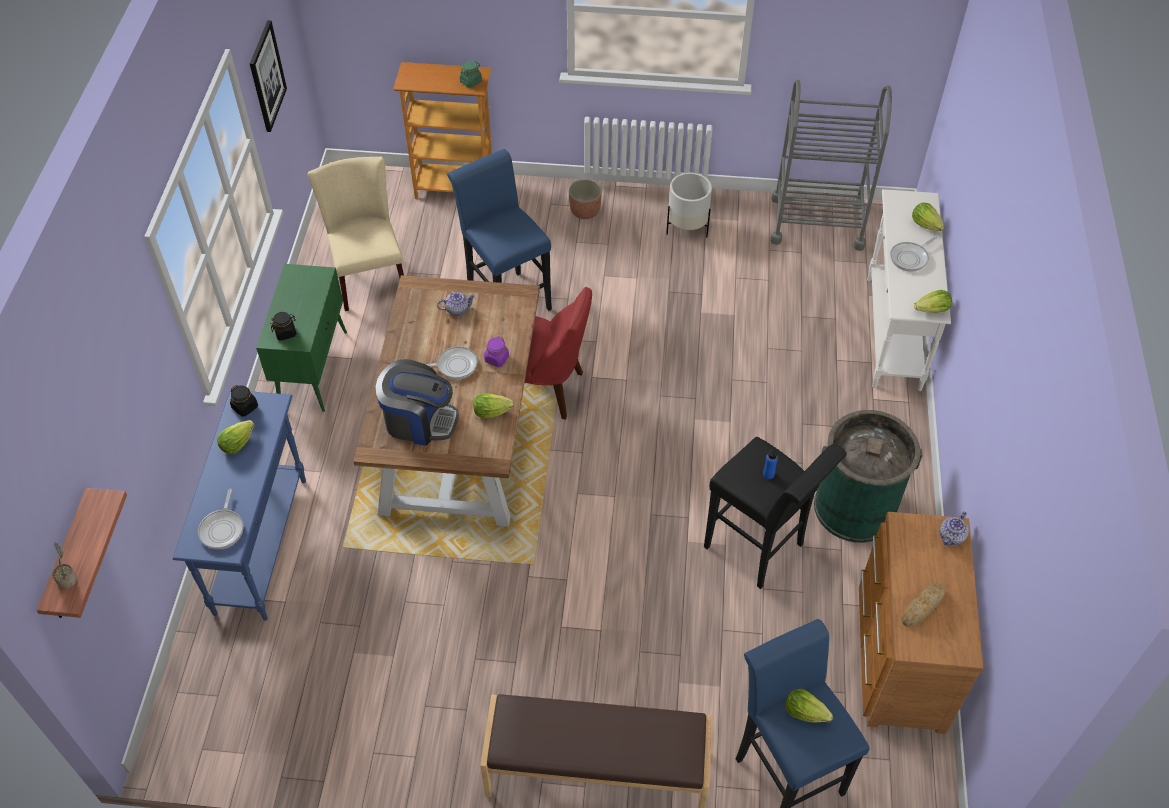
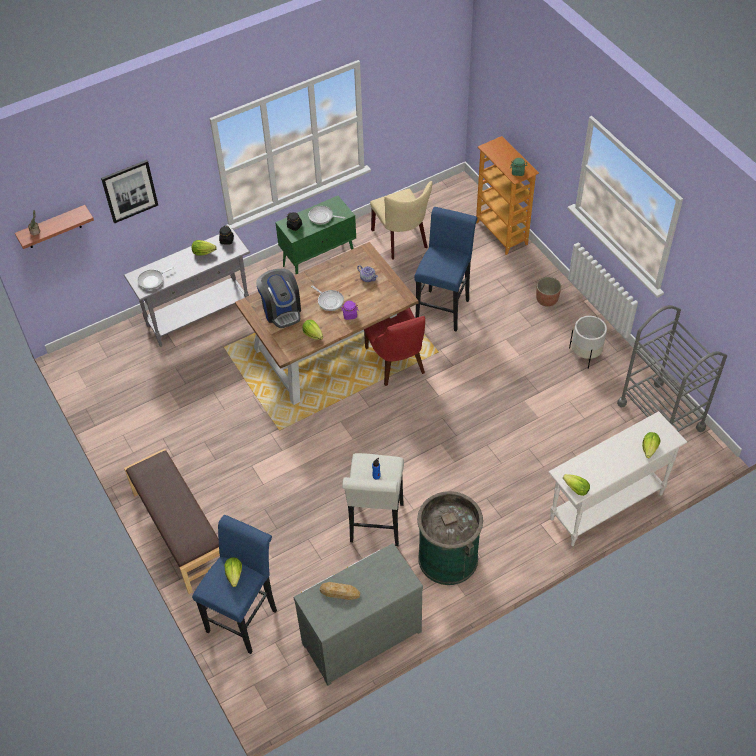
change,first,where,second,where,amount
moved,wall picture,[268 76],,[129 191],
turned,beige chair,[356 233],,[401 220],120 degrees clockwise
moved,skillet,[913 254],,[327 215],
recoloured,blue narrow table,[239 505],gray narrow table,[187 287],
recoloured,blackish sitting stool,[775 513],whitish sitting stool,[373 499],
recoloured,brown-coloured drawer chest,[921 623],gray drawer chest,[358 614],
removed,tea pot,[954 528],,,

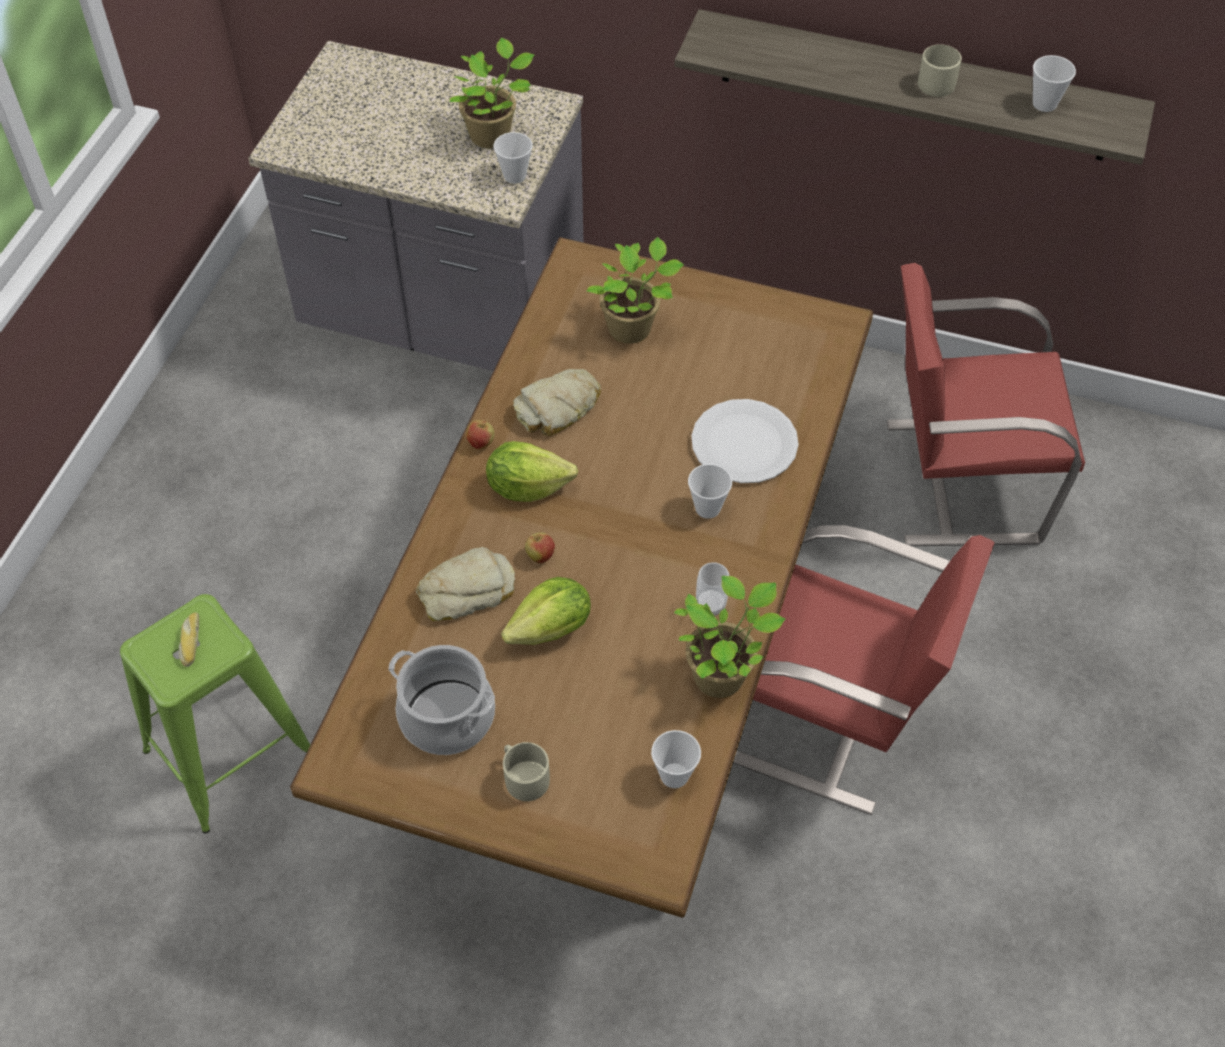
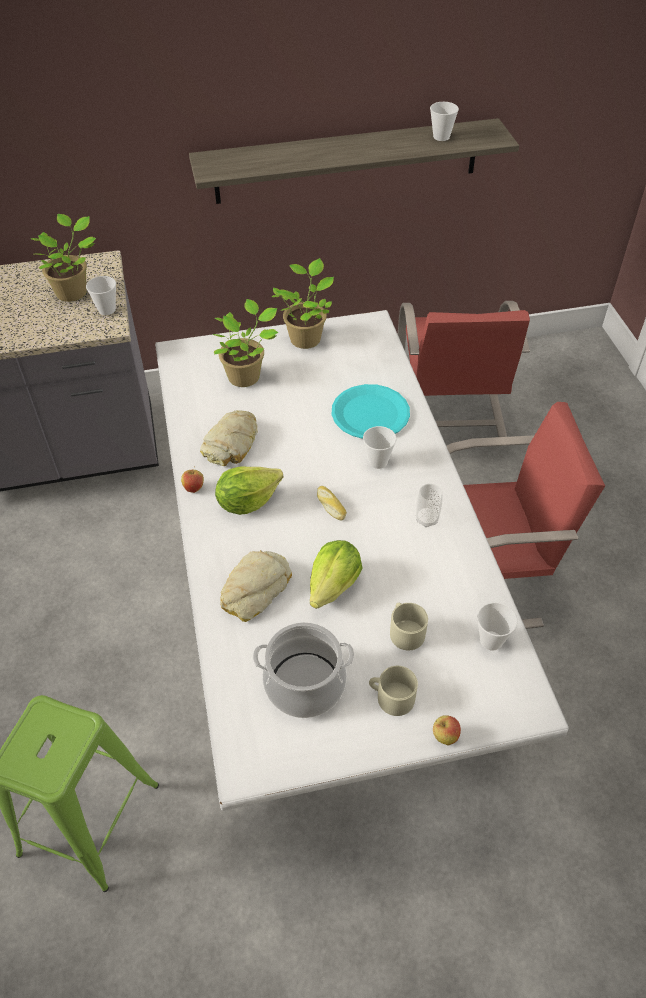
change,first,where,second,where,amount
moved,beige mug,[940 70],,[409 626],
recoloured,brown-coloured kitchen table,[581 577],whitish kitchen table,[362 560],
turned,red-coloured chair,[986 404],,[464 369],60 degrees counterclockwise
recoloured,whitish plate,[745 441],blue-green plate,[371 411],
moved,apple,[540 547],,[447 730],
moved,plant in a pot,[730 637],,[303 303],
moved,bakery bread,[189 639],,[332 503],

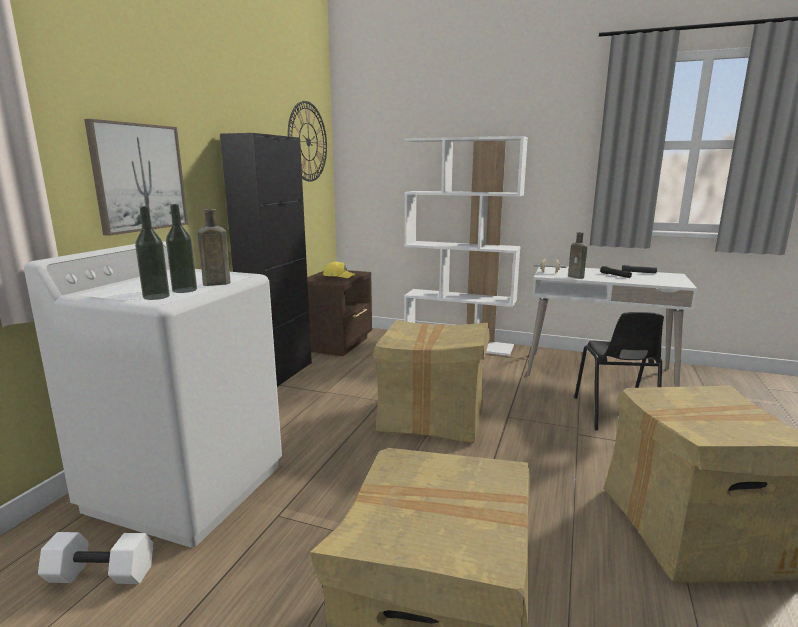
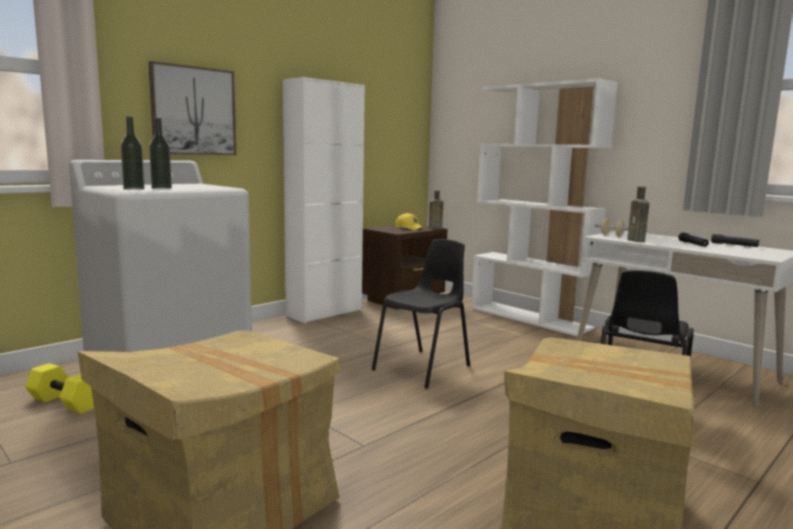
change,first,where,second,where,amount
removed,clock on the wall,[307 141],,,
recoloured,blackish storage cabinet,[266 260],whitish storage cabinet,[324 200],
moved,brown-coloured drink bottle,[213 247],,[436 209],
replaced,packing box,[431 381],blackish chair,[421 314],
recoloured,whitish hand weight,[95 558],yellowish hand weight,[59 388],

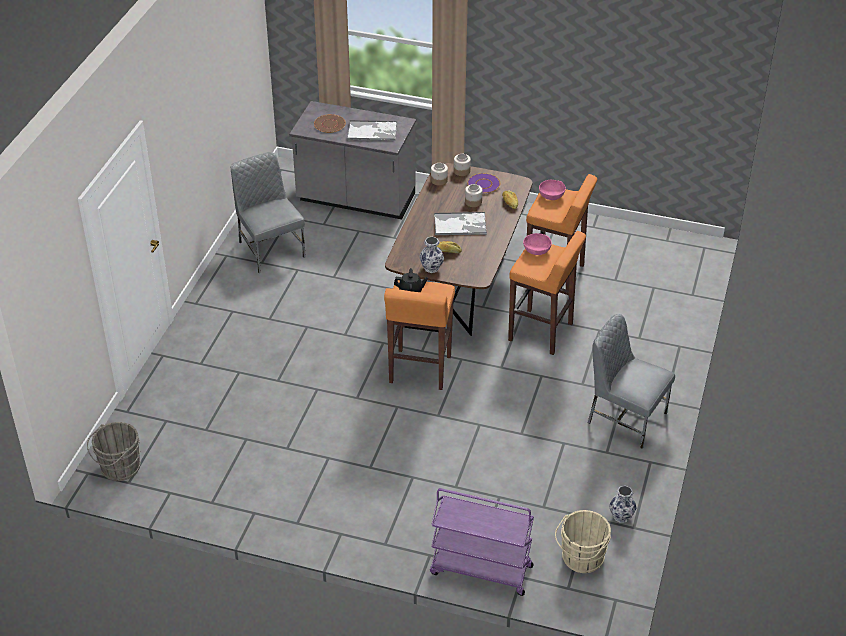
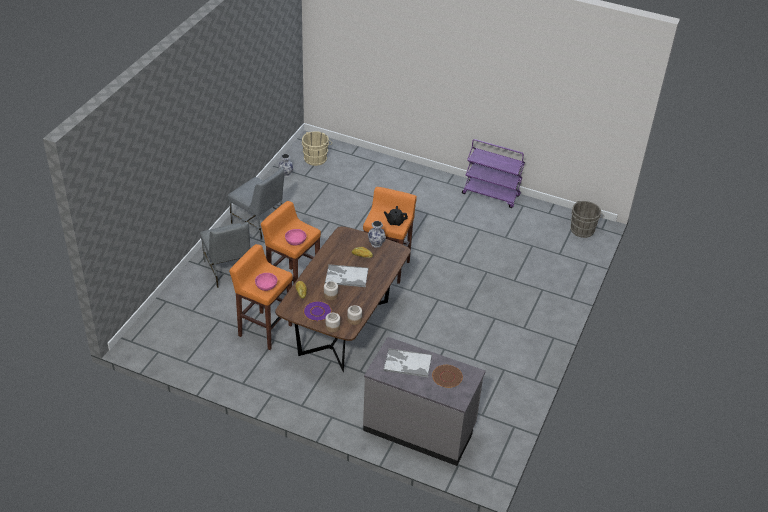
change,first,where,second,where,amount
moved,gray chair,[268 212],,[225 255],
moved,purplish cart,[482 542],,[493 173],

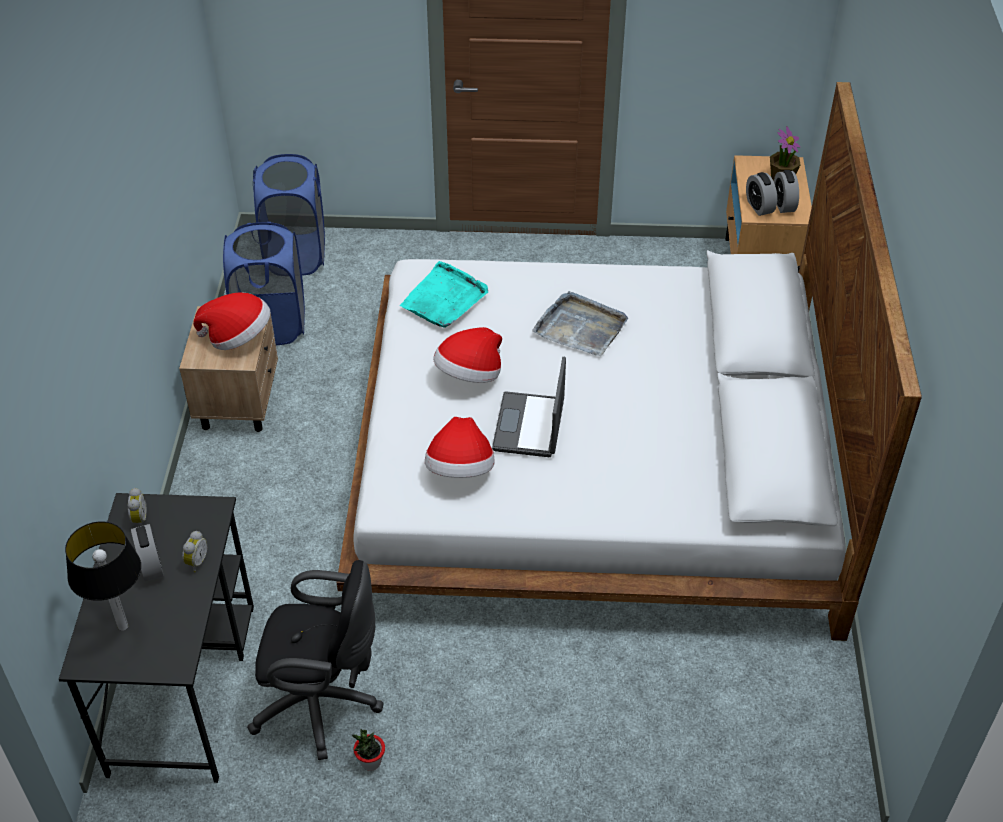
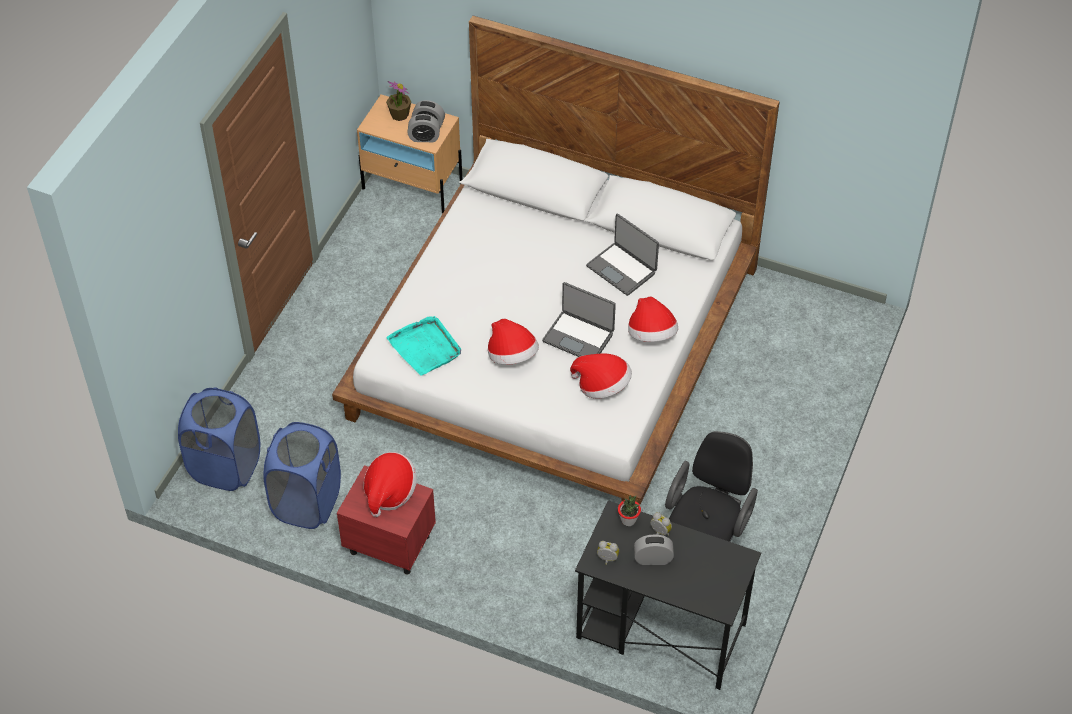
change,first,where,second,where,amount
removed,gray carrying tray,[580 323],,,
recoloured,beige night table,[228 369],red-coloured night table,[386 520],
removed,tabletop lamp,[103 576],,,
moved,plant in a pot,[368 750],,[629 510],
added,,,laptop,[622 254],
added,,,clothing hat,[653 319],

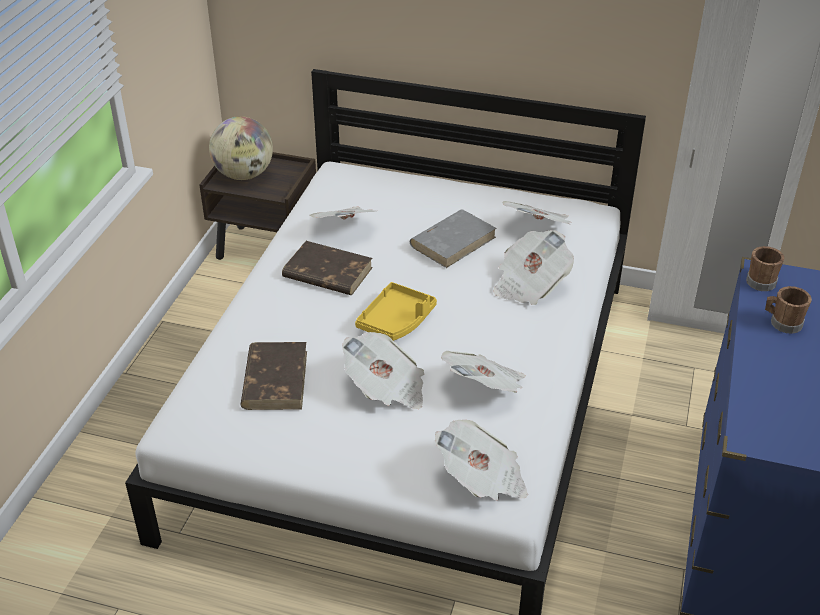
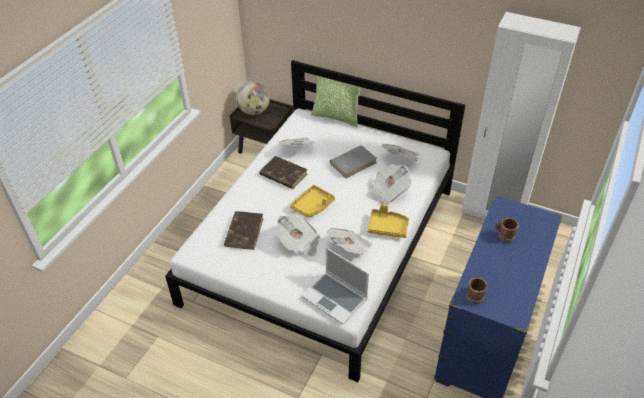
change,first,where,second,where,amount
moved,brown-coloured mug,[765 268],,[477 291],
replaced,daily paper,[481 460],laptop,[335 286],
added,,,throw pillow,[336 101],
added,,,yellowish carrying tray,[388 221],

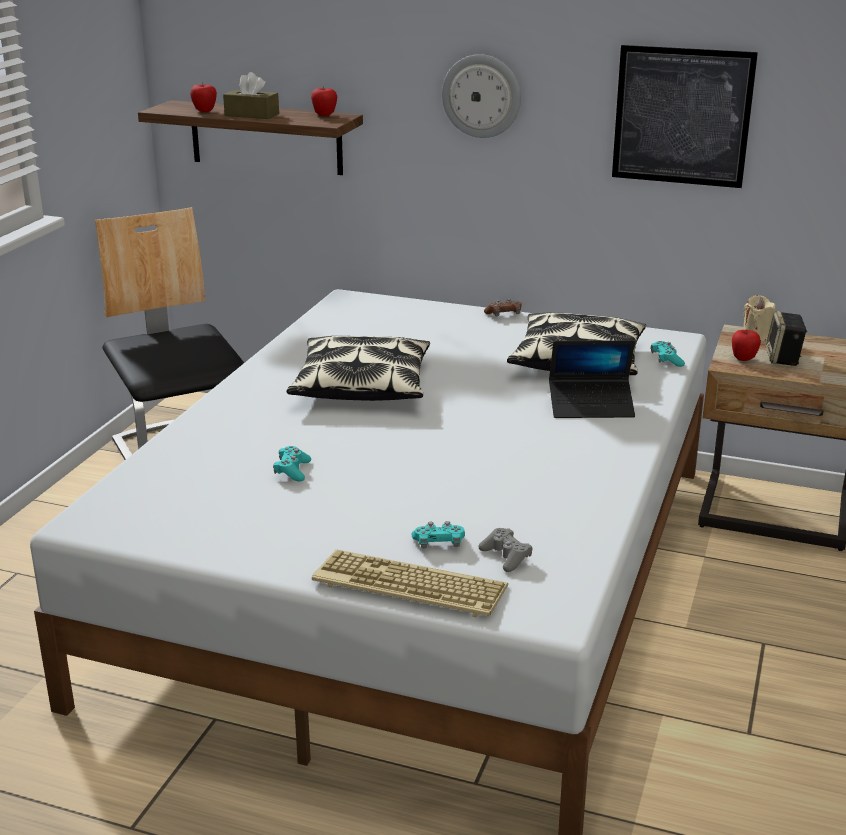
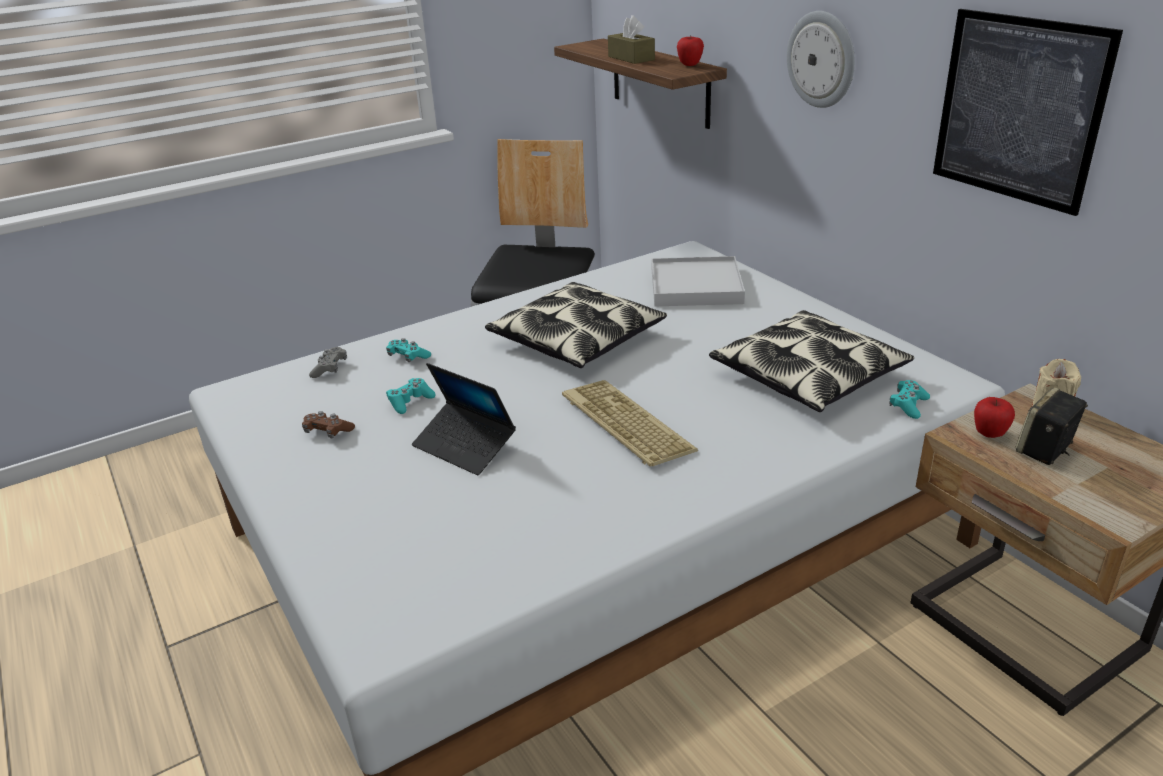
change,first,where,second,where,amount
removed,apple,[203 98],,,
moved,brown-coloured game controller,[503 307],,[328 424],
moved,laptop,[592 379],,[464 419],
moved,blue-green game controller,[438 534],,[408 350],
moved,gray game controller,[505 550],,[328 362],
moved,PC keyboard,[410 583],,[630 423],
added,,,whitish carrying tray,[698 281],

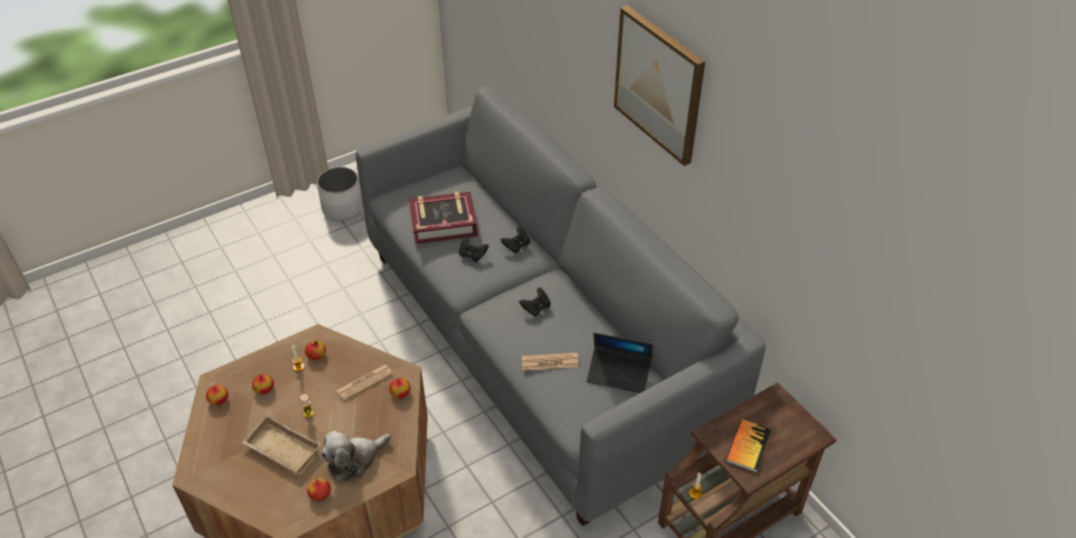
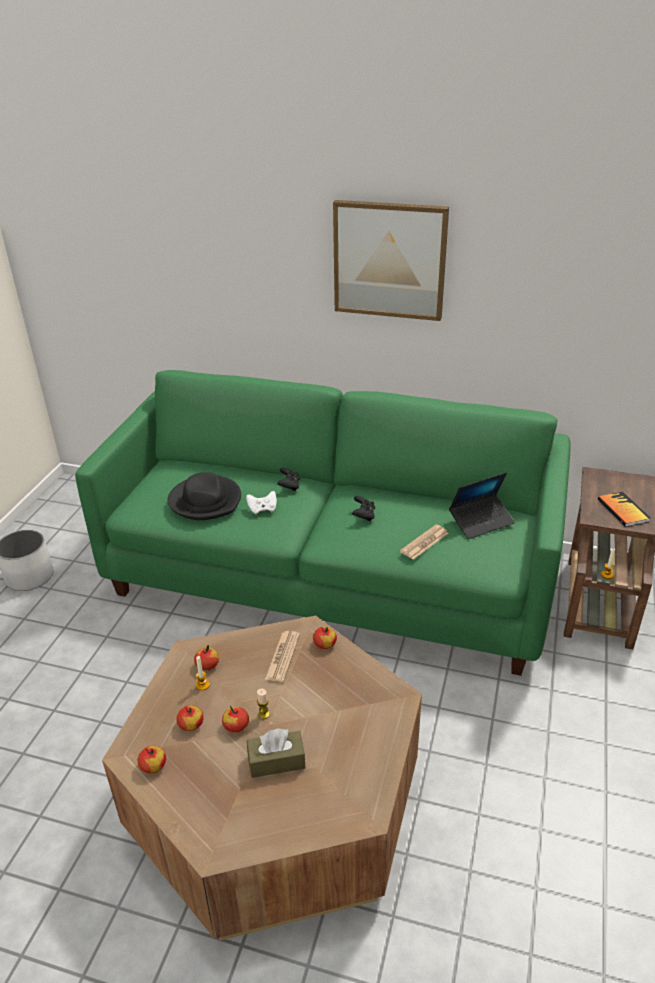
change,first,where,second,where,amount
recoloured,gray settee,[561 306],green settee,[322 523],
replaced,volume,[443 217],blackish clothing hat,[204 496],
recoloured,blackish game controller,[474 249],whitish game controller,[261 503],
replaced,beige carrying tray,[281 444],brown-coloured box of tissues,[276 753],
removed,plush toy,[356 456],,,
moved,apple,[319 489],,[235 719],

